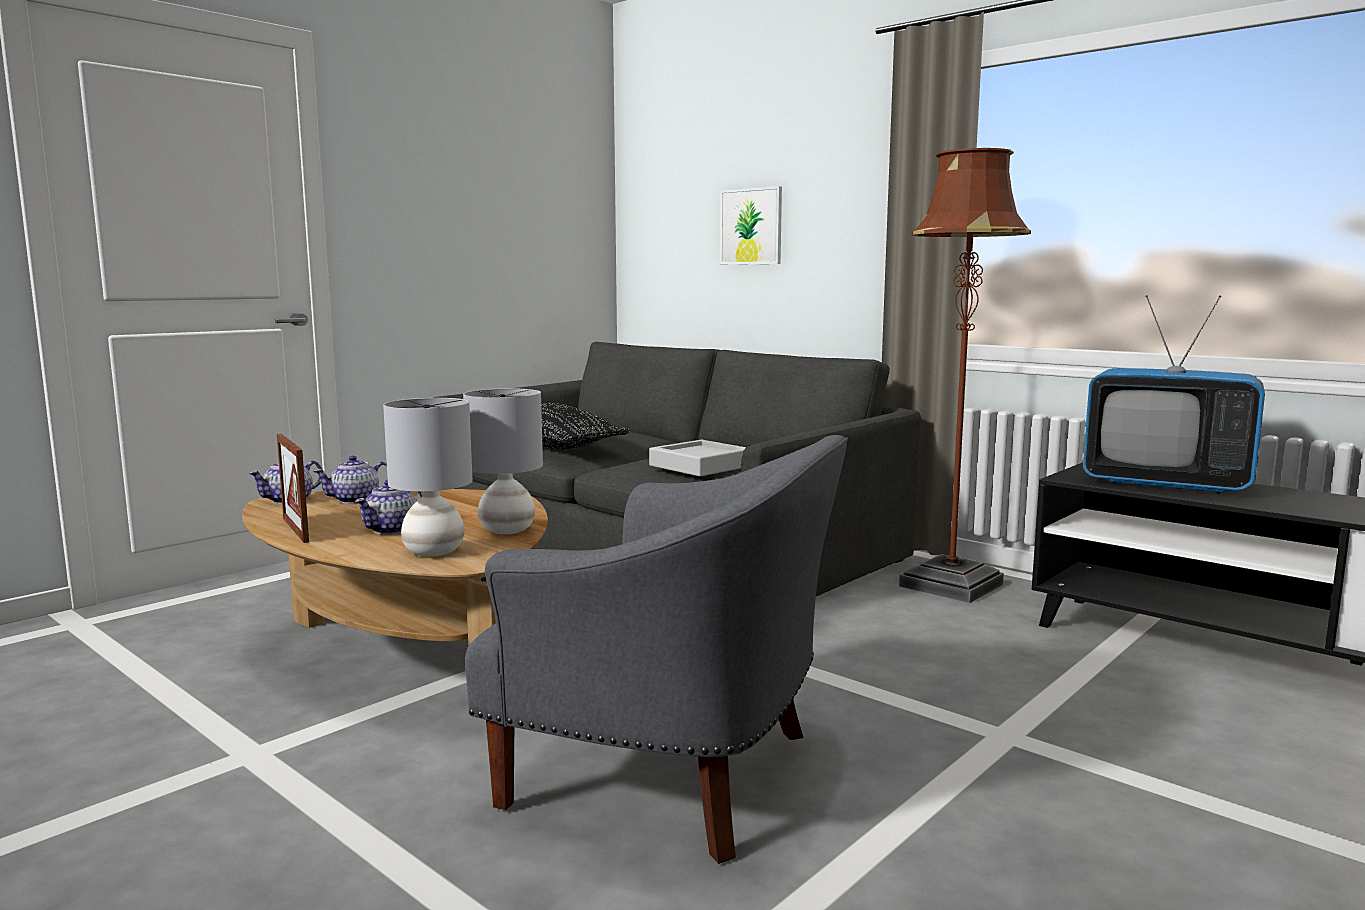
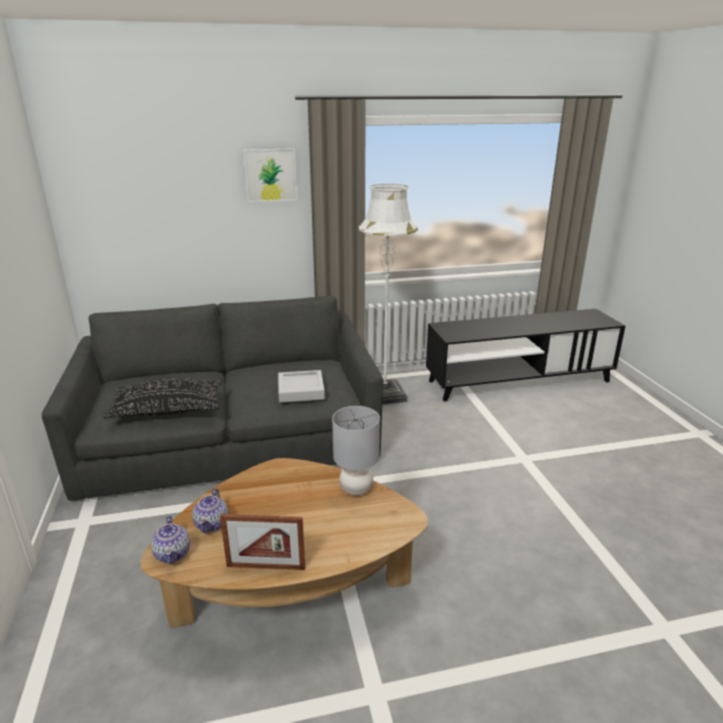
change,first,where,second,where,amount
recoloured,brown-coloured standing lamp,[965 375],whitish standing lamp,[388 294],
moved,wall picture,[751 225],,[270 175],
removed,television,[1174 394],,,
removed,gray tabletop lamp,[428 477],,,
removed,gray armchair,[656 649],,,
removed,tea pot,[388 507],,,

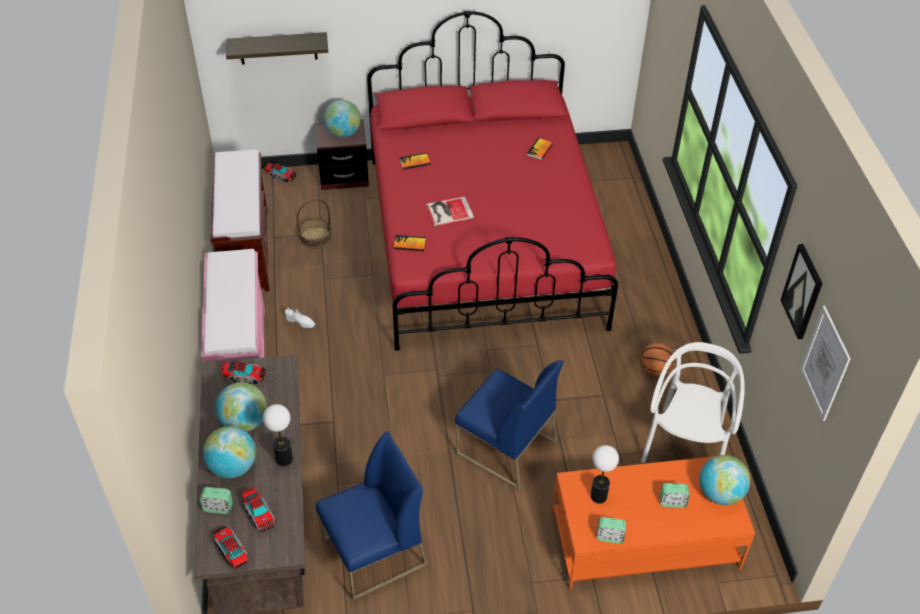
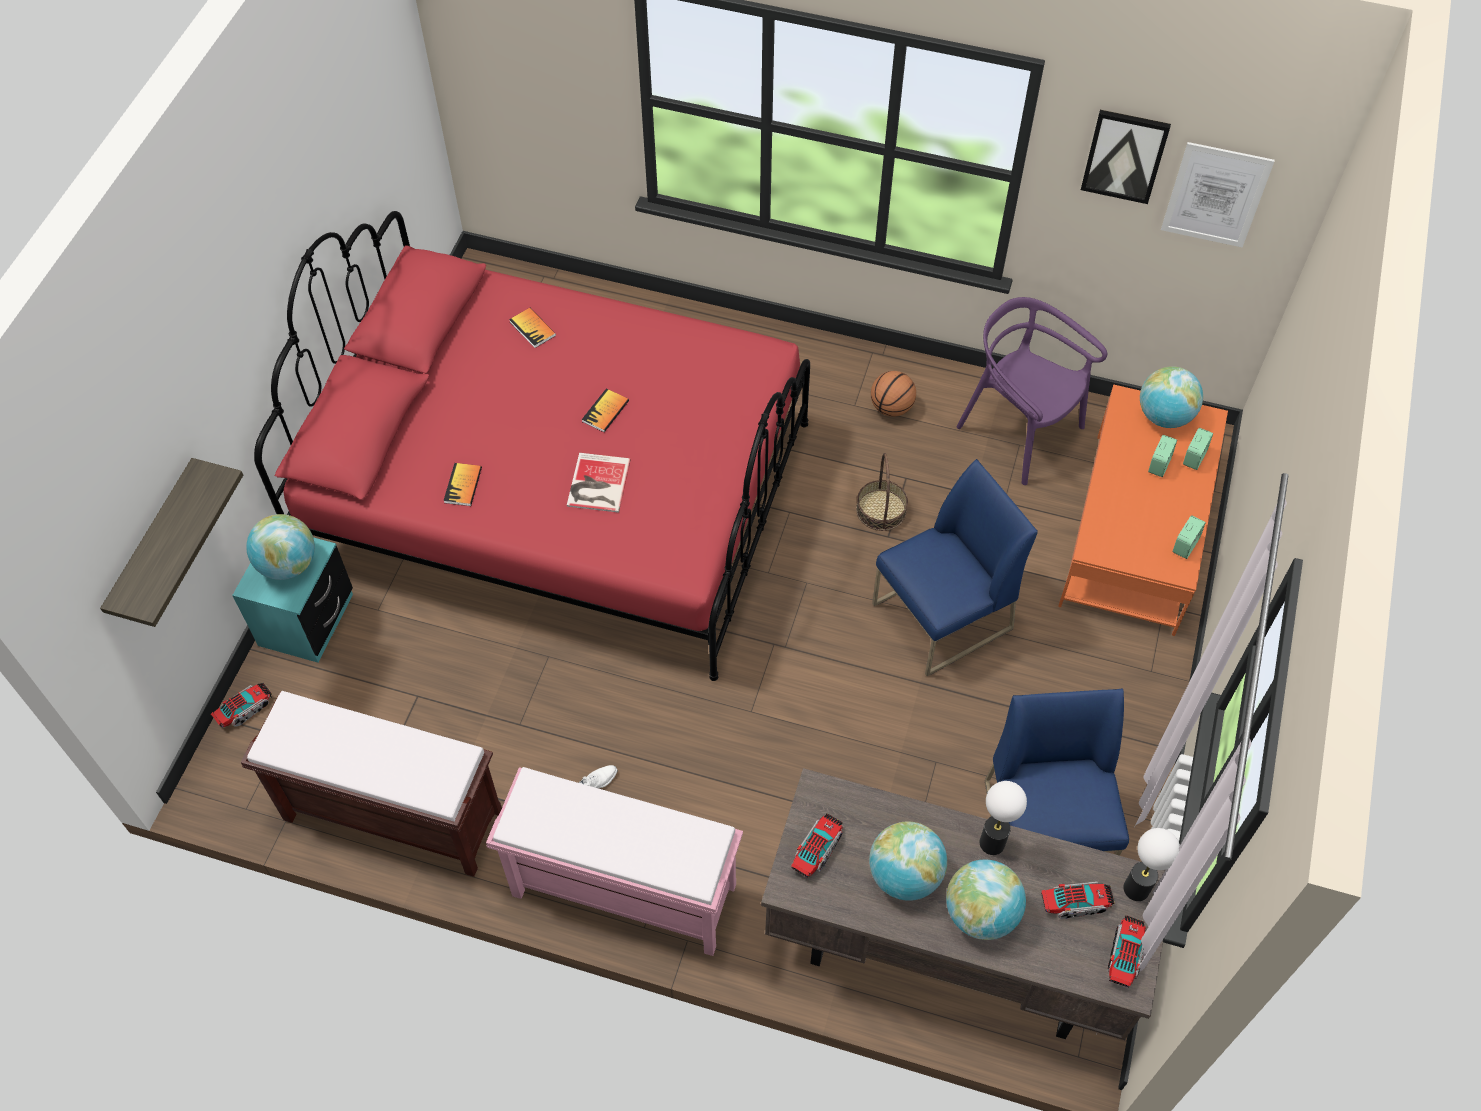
change,first,where,second,where,amount
recoloured,brown-coloured night table,[342 154],blue-green night table,[292 600],
moved,household basket,[314 223],,[882 492],
moved,volume,[410 243],,[605 410],
recoloured,whitish chair,[693 402],purplish chair,[1031 391],
moved,tabletop lamp,[604 474],,[1151 864],
moved,bedside clock,[216 500],,[1198 449],
turned,toy truck,[230 547],,[1127 951],120 degrees clockwise

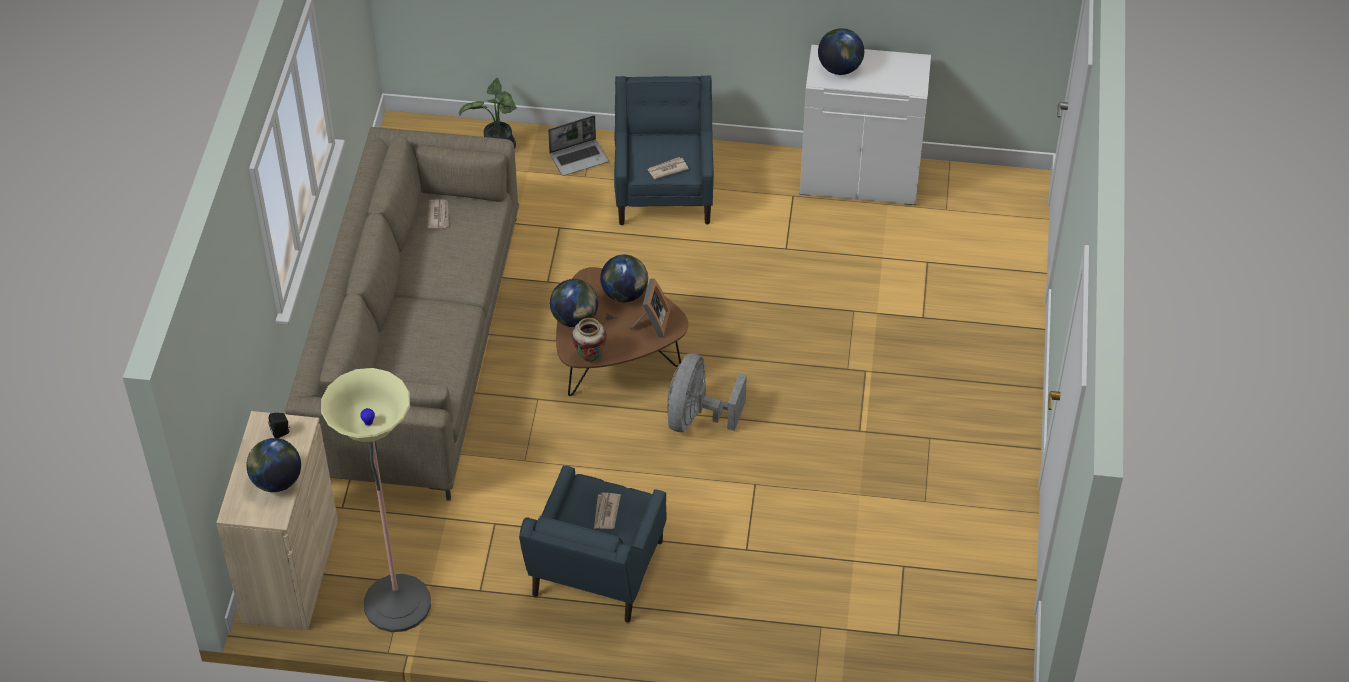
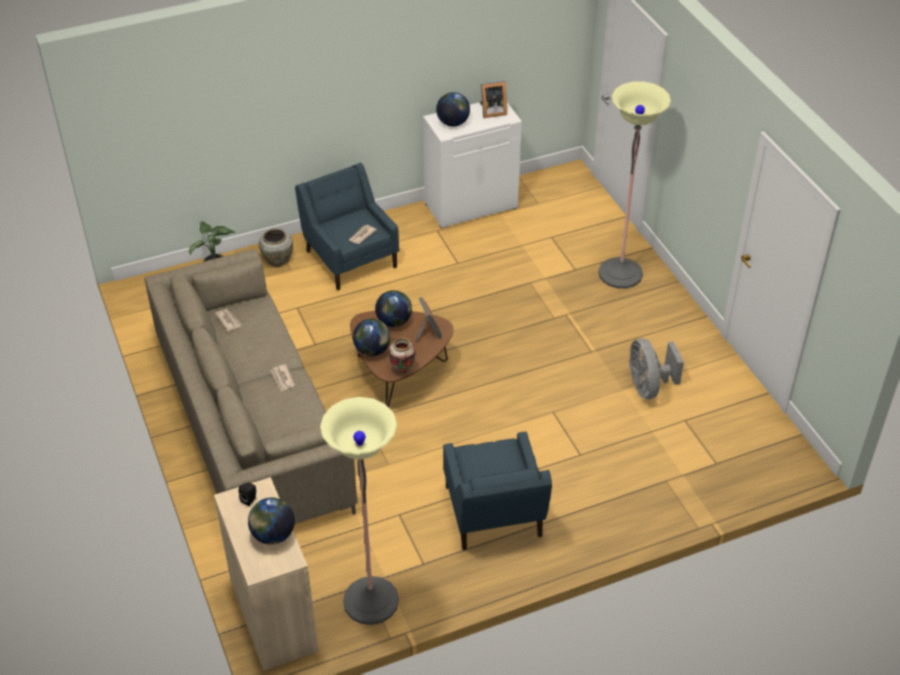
change,first,where,second,where,amount
replaced,laptop,[578 145],beige flower vase,[276 248],
moved,gray cooling fan,[707 392],,[656 368],
moved,daily paper,[607 511],,[282 377],
added,,,standing frame,[493 99],
added,,,standing lamp,[634 185],

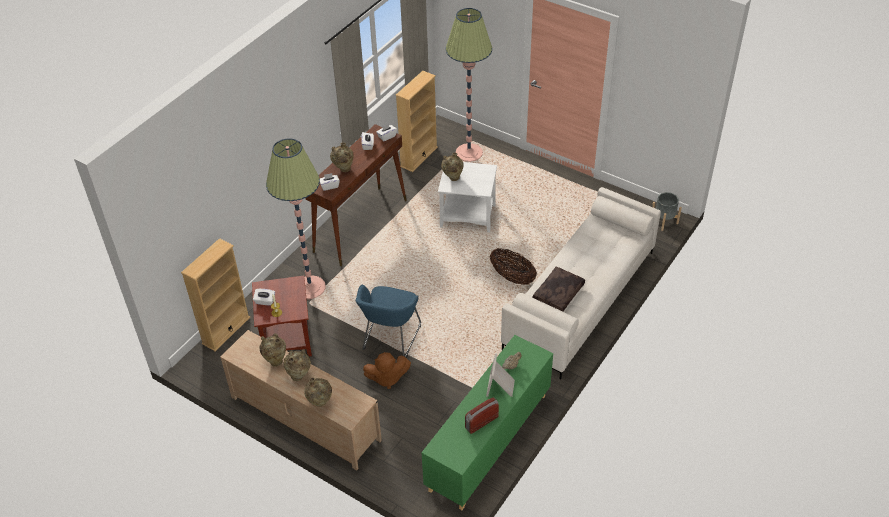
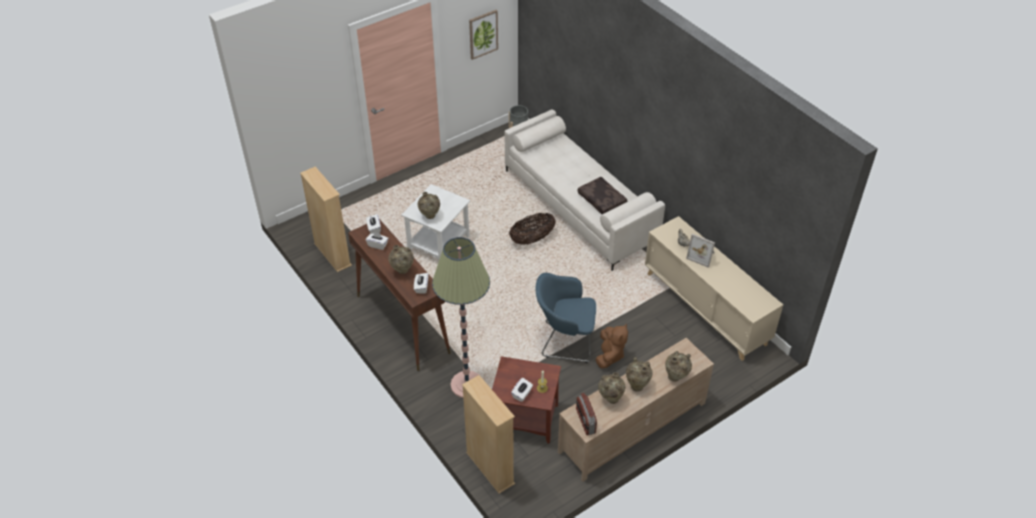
change,first,where,second,where,amount
removed,standing lamp,[469 85],,,
turned,blue armchair,[388 321],,[566 318],150 degrees clockwise
recoloured,green storage cabinet,[487 422],beige storage cabinet,[714 288],
moved,radio receiver,[482 415],,[586 414],
added,,,wall picture,[483 35],

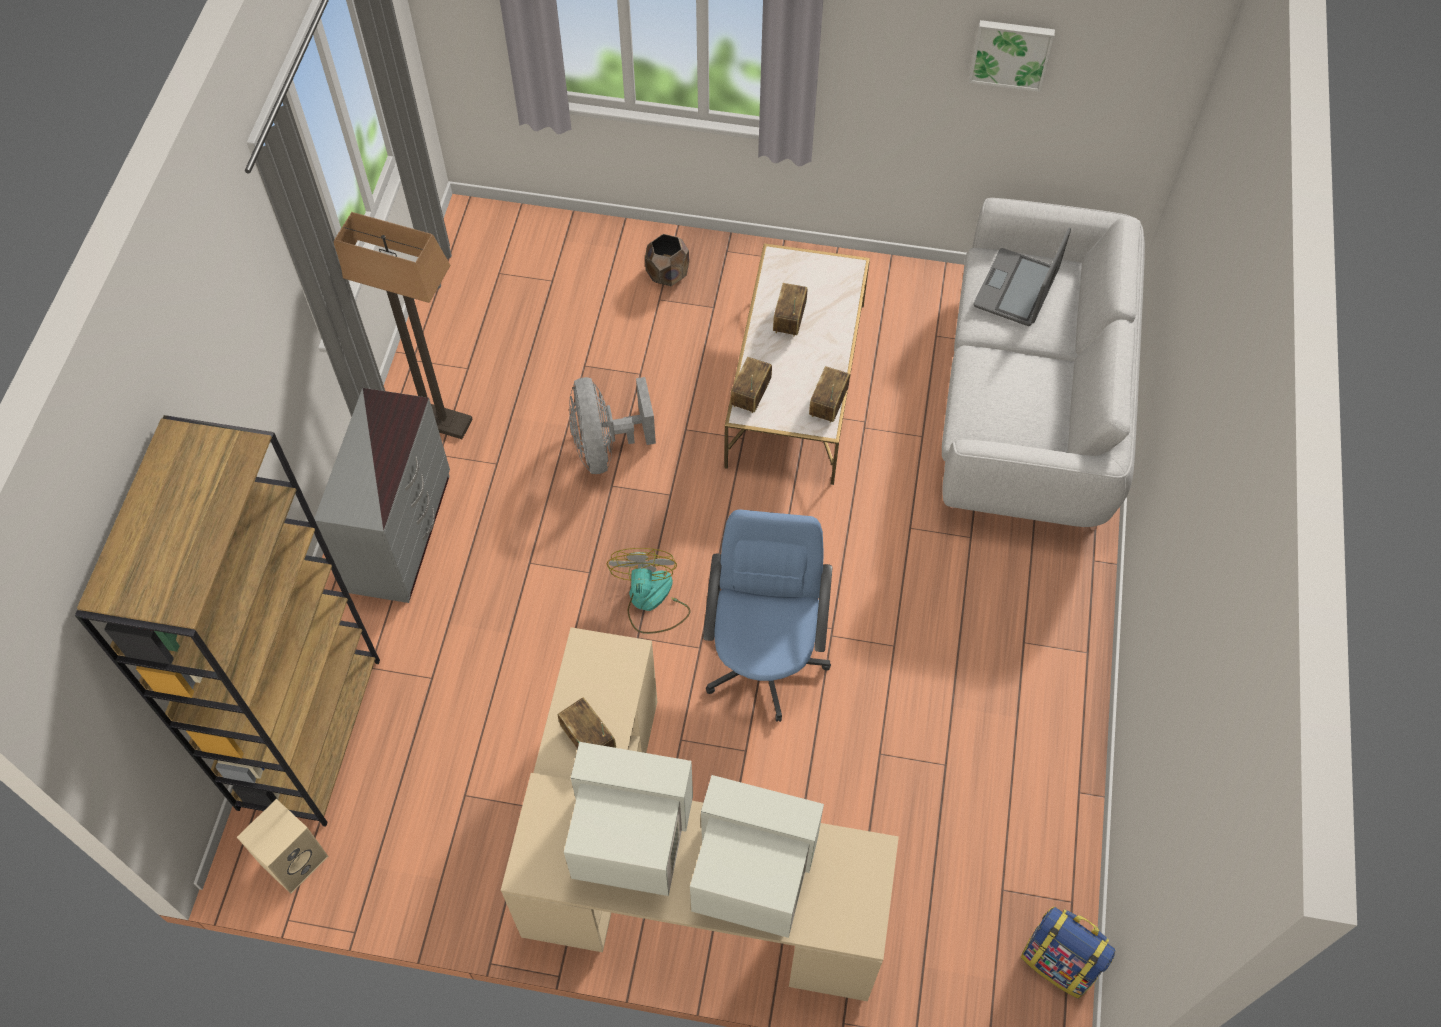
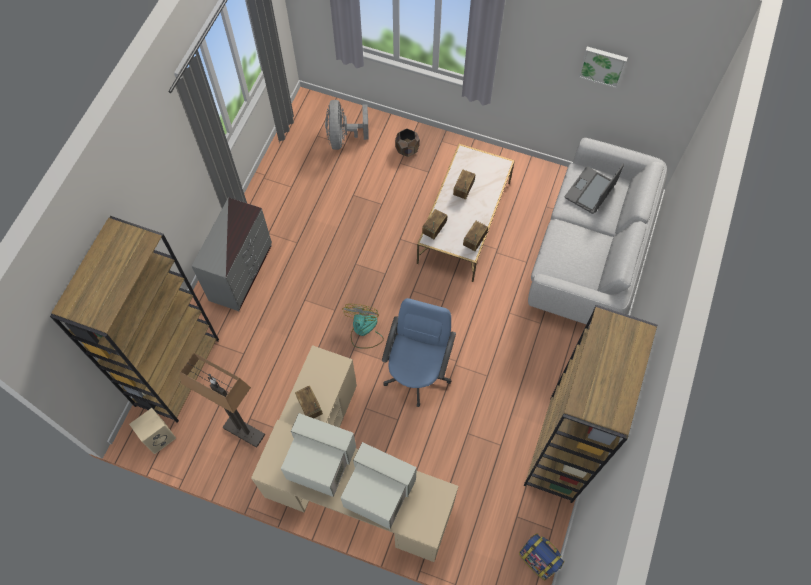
change,first,where,second,where,amount
moved,standing lamp,[403 325],,[222 400],
moved,gray cooling fan,[612 425],,[347 125],
added,,,brown-coloured shelving unit,[590 404],

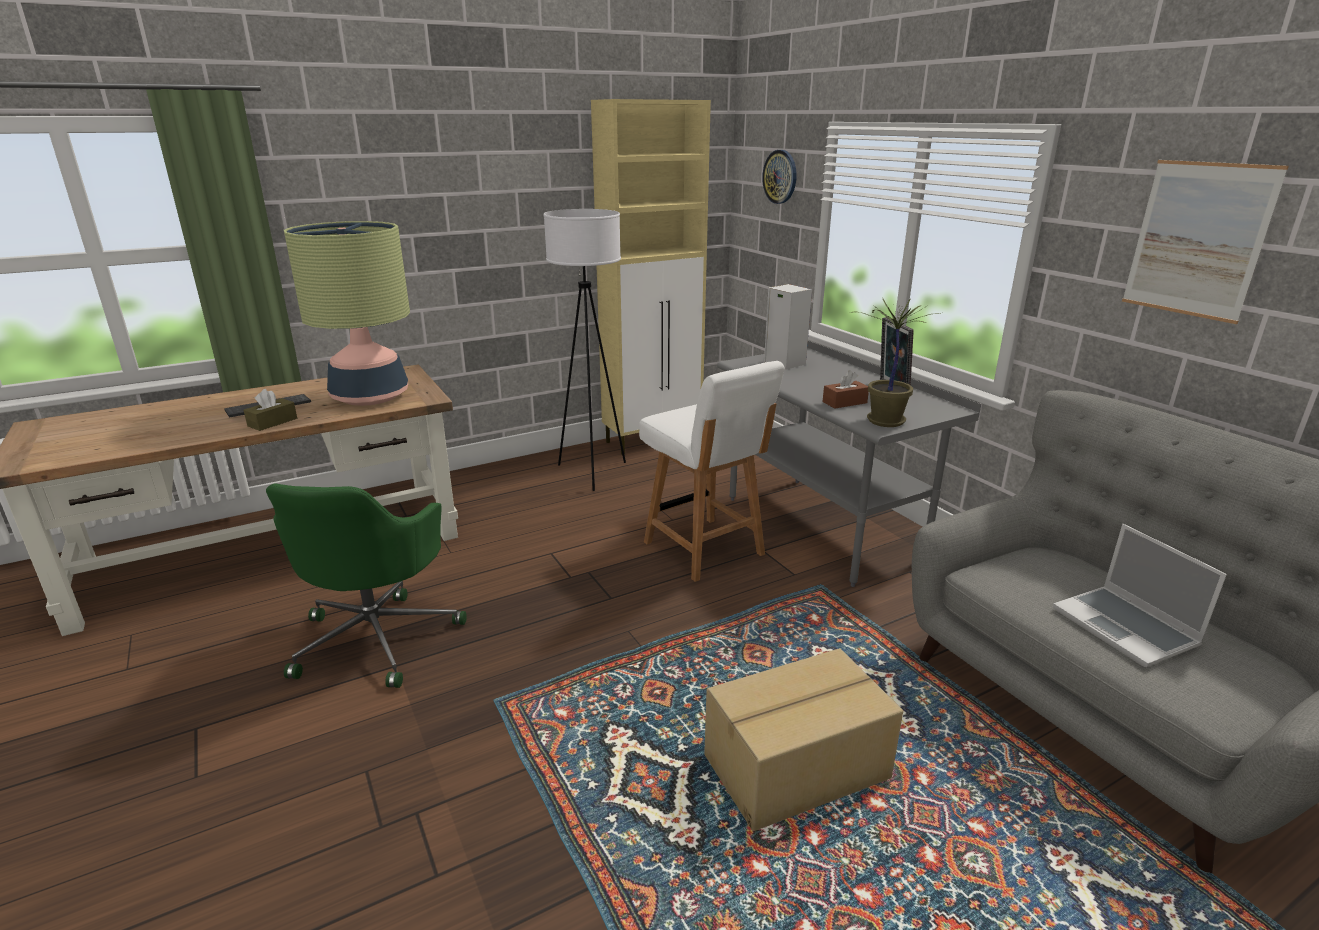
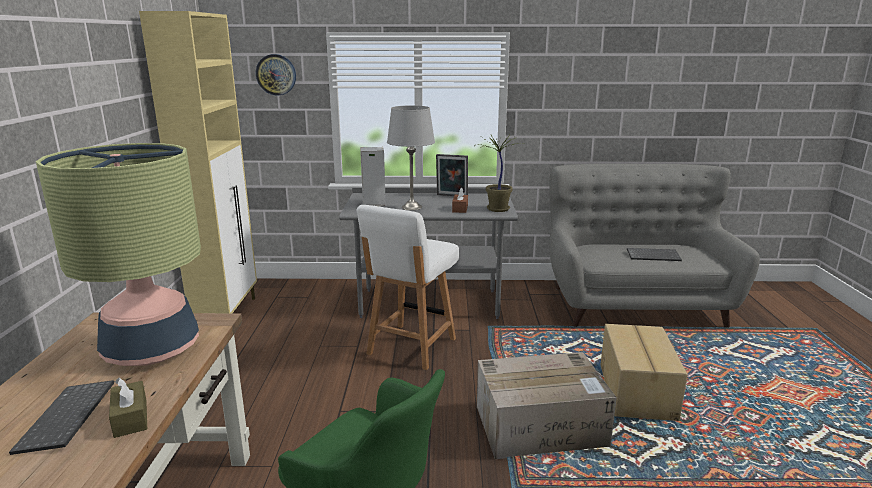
change,first,where,second,where,amount
removed,wall picture,[1205 242],,,
removed,whitish standing lamp,[584 350],,,
turned,whitish chair,[712 471],,[407 287],120 degrees clockwise
replaced,laptop,[1140 595],PC keyboard,[654 254],
added,,,gray tabletop lamp,[411 157],
added,,,packing box,[547 405],

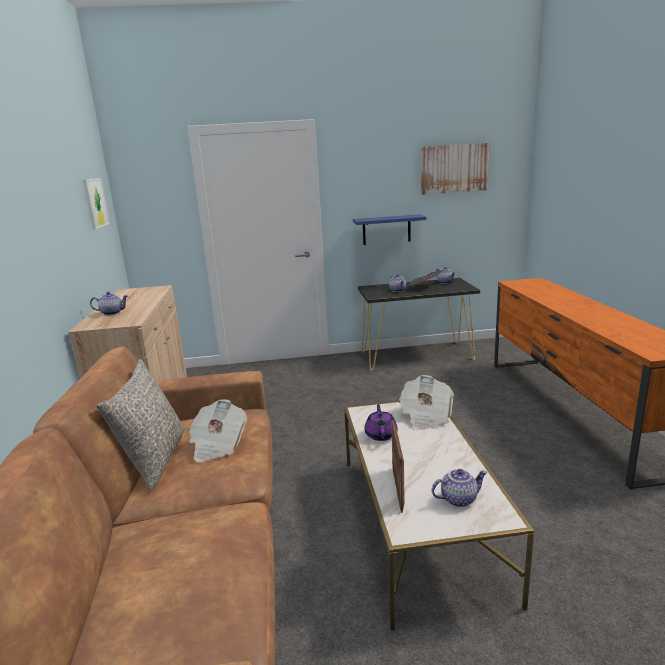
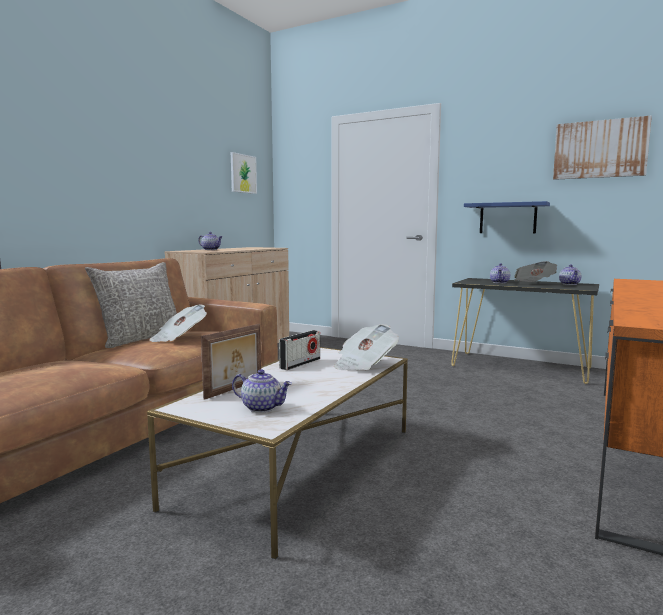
change,first,where,second,where,amount
replaced,purplish tea pot,[381 422],radio receiver,[299 350],

